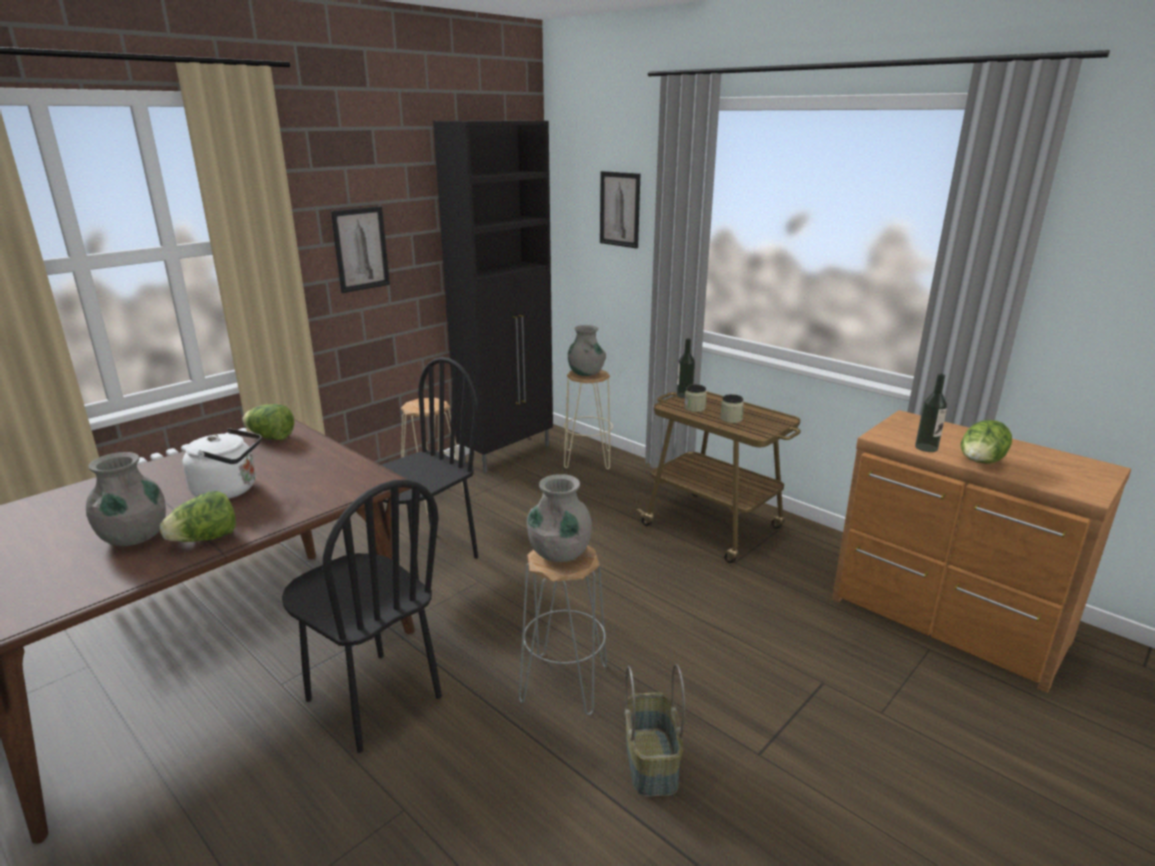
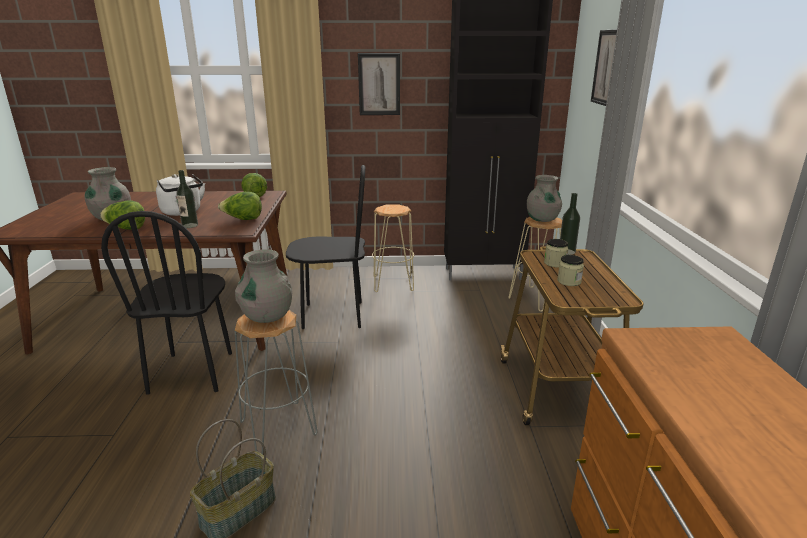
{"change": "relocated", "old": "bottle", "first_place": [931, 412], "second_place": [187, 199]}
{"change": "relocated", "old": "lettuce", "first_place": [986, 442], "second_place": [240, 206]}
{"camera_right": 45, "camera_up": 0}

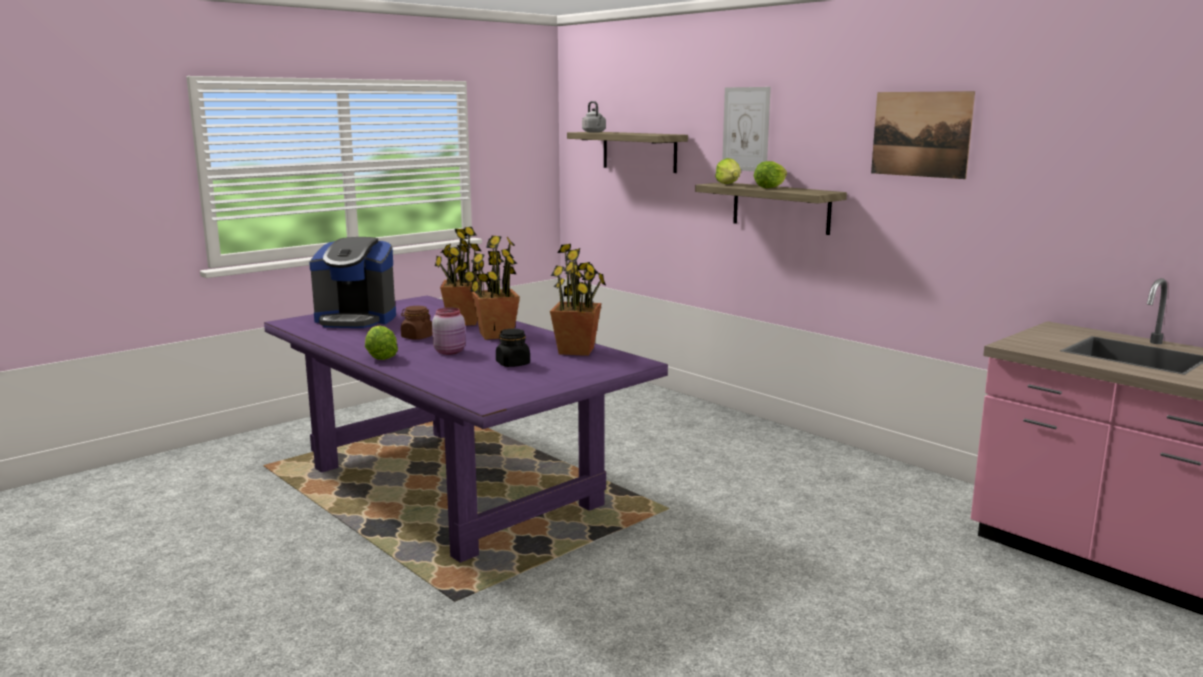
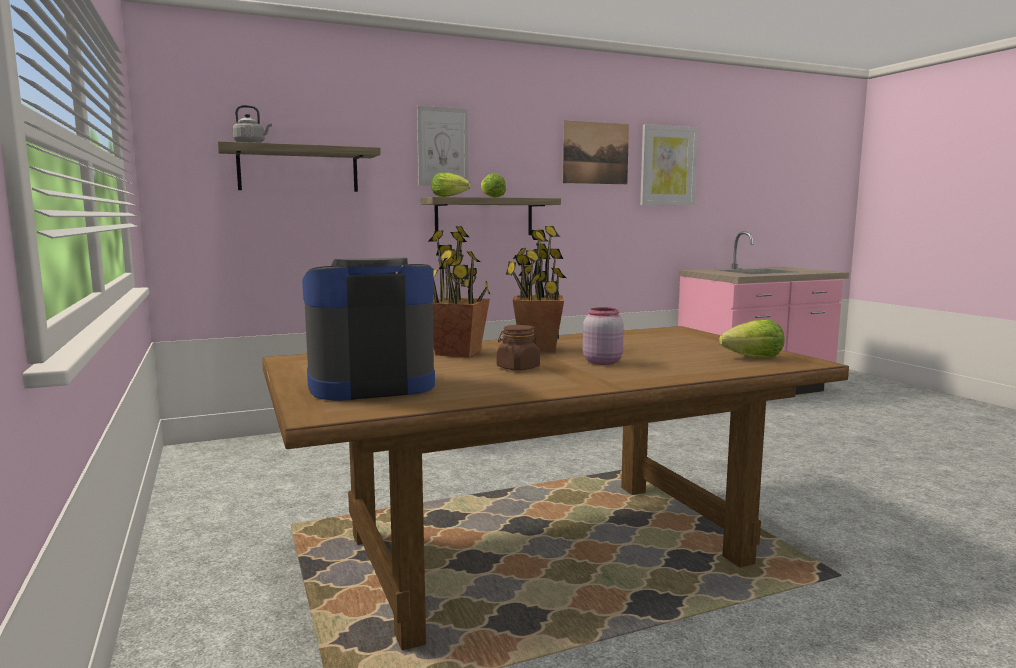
{"change": "spun", "old": "coffee machine", "first_place": [352, 282], "second_place": [368, 329], "degrees": -135}
{"change": "missing", "old": "potted plant", "first_place": [578, 300]}
{"change": "colour", "old": "dining table in purple", "new": "dining table in brown", "first_place": [466, 429], "second_place": [555, 488]}
{"change": "relocated", "old": "lettuce", "first_place": [381, 342], "second_place": [751, 339]}
{"change": "missing", "old": "jar in black", "first_place": [513, 348]}
{"change": "appeared", "new": "picture", "second_place": [669, 165]}
{"camera_right": -70, "camera_up": -5}

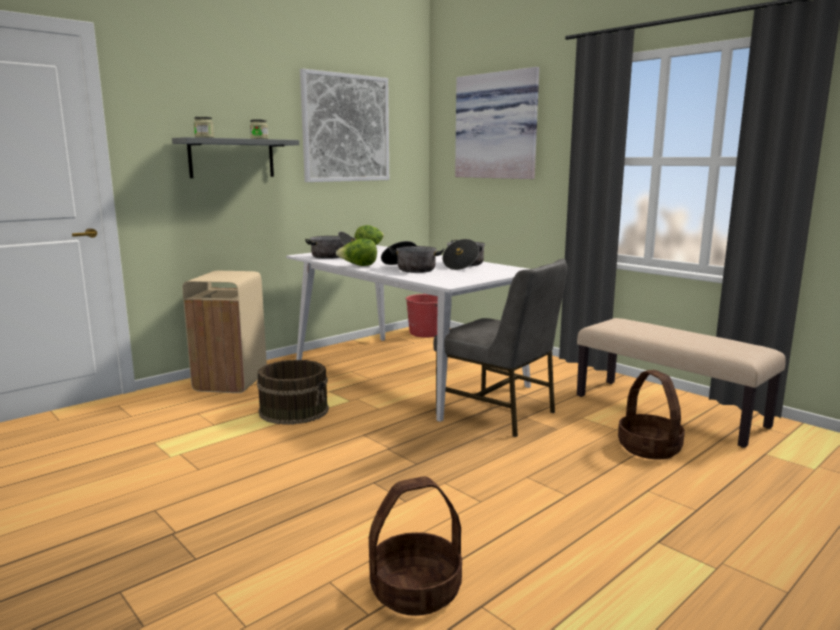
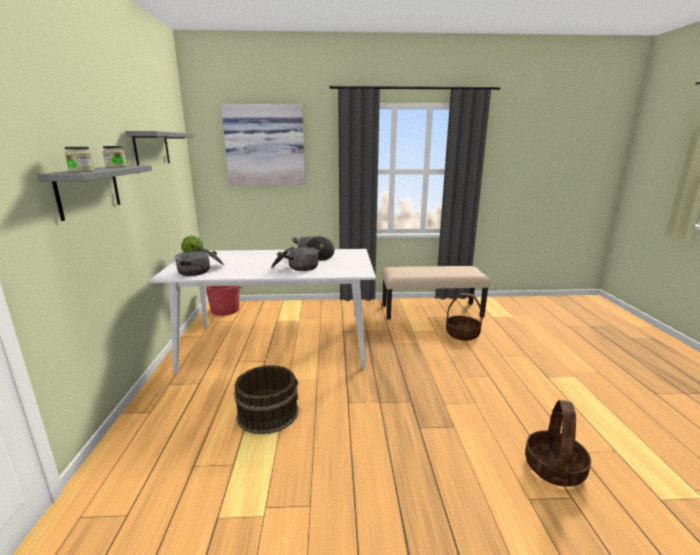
{"change": "exchanged", "old": "picture", "new": "shelf in grey", "first_place": [344, 125], "second_place": [159, 148]}
{"change": "missing", "old": "lettuce", "first_place": [356, 252]}
{"change": "missing", "old": "chair in grey", "first_place": [500, 348]}
{"change": "missing", "old": "trash can in beige", "first_place": [224, 332]}
{"camera_right": -50, "camera_up": 5}

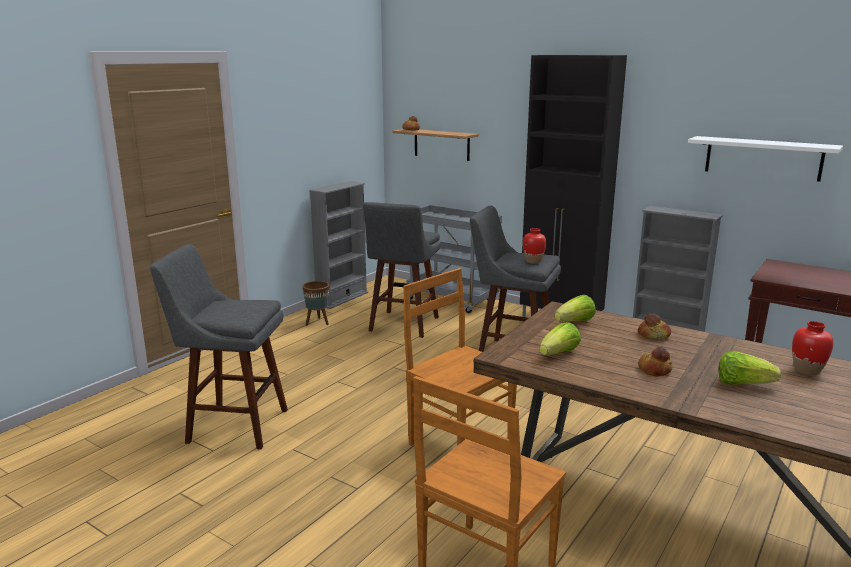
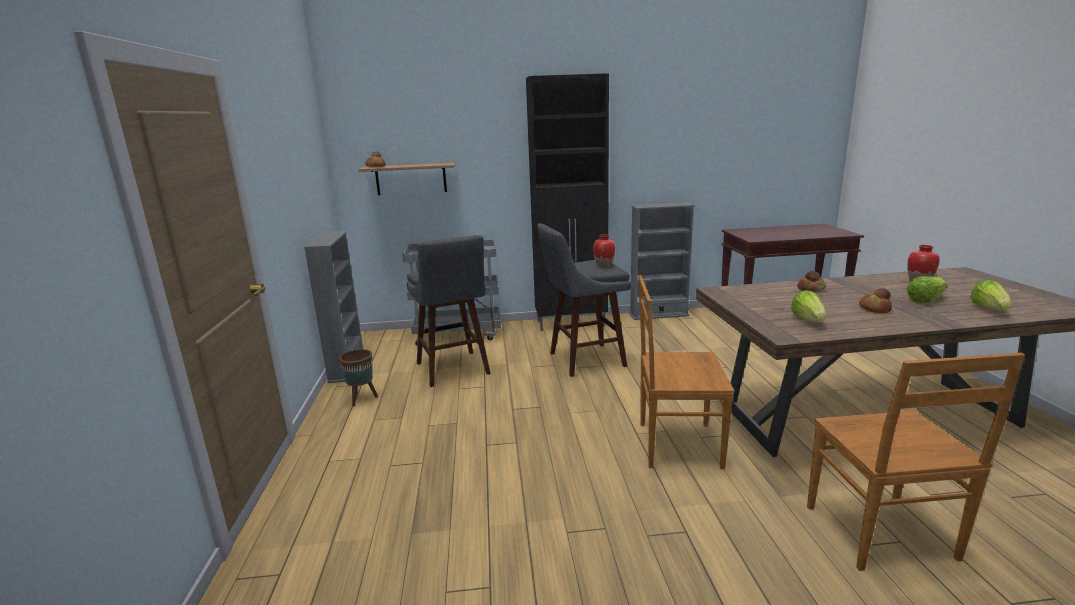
{"change": "missing", "old": "shelf in white", "first_place": [765, 159]}
{"change": "missing", "old": "stool in grey", "first_place": [219, 347]}
{"change": "relocated", "old": "lettuce", "first_place": [575, 308], "second_place": [990, 295]}
{"camera_right": -40, "camera_up": 0}

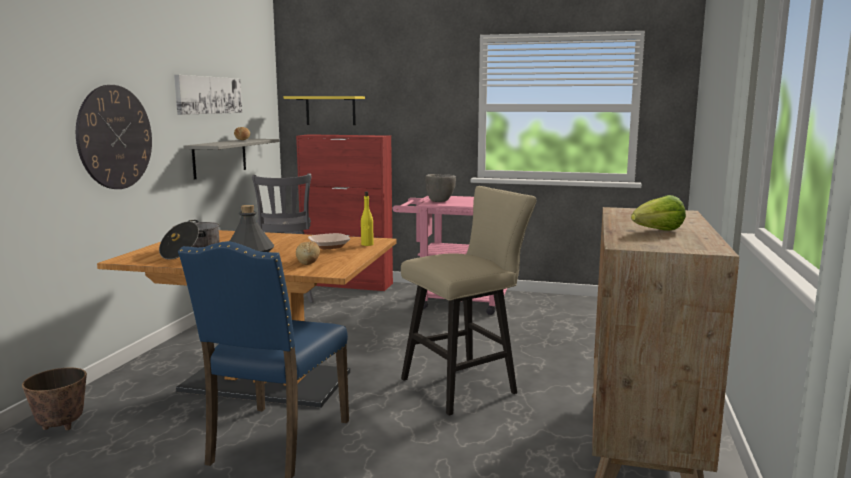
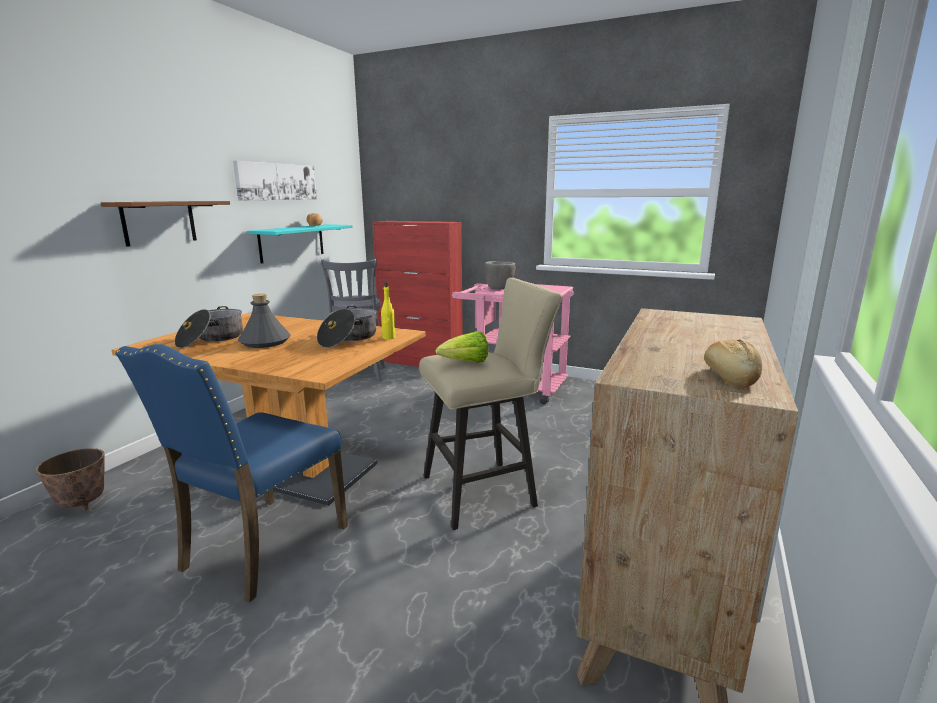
{"change": "exchanged", "old": "wall clock", "new": "shelf in brown", "first_place": [114, 137], "second_place": [165, 224]}
{"change": "missing", "old": "shelf in yellow", "first_place": [324, 110]}
{"change": "colour", "old": "shelf in grey", "new": "shelf in turquoise", "first_place": [231, 159], "second_place": [300, 244]}
{"change": "relocated", "old": "lettuce", "first_place": [658, 213], "second_place": [461, 347]}
{"change": "exchanged", "old": "bowl", "new": "cooking pot", "first_place": [329, 241], "second_place": [347, 327]}
{"change": "relocated", "old": "bread", "first_place": [308, 253], "second_place": [733, 363]}
{"camera_right": 10, "camera_up": 5}

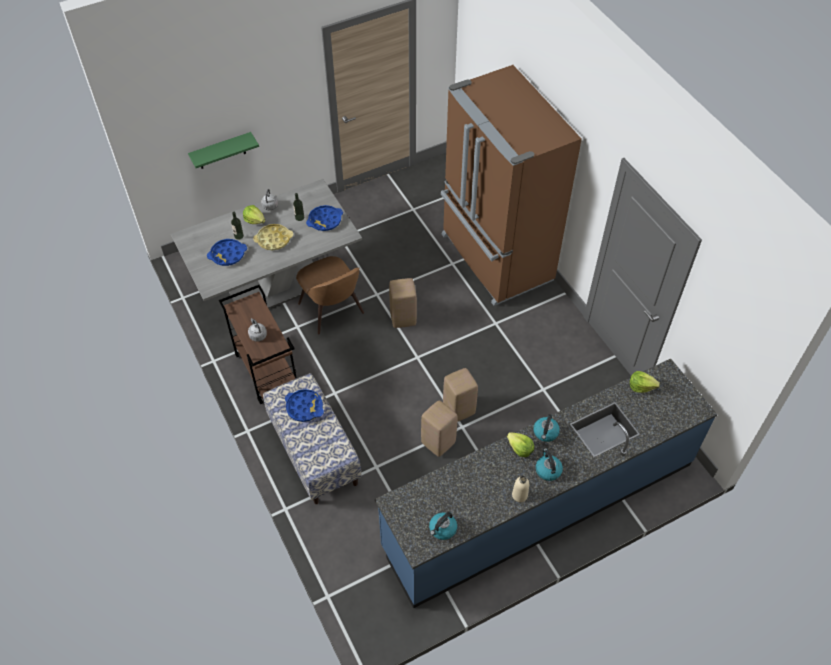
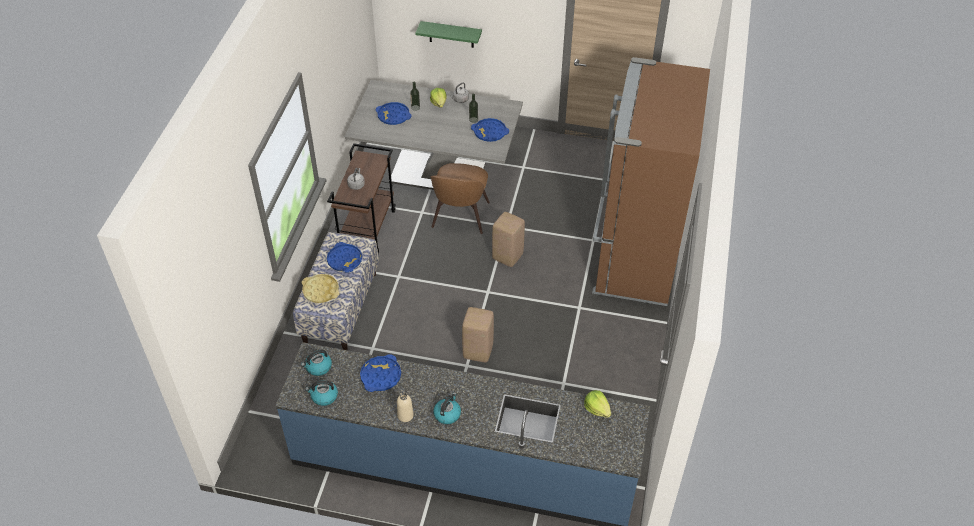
{"change": "relocated", "old": "tray in yellow", "first_place": [273, 237], "second_place": [320, 288]}
{"change": "missing", "old": "stool in beige", "first_place": [439, 428]}
{"change": "relocated", "old": "kettle", "first_place": [546, 428], "second_place": [316, 363]}
{"change": "missing", "old": "lettuce", "first_place": [520, 444]}
{"change": "appeared", "new": "tray in blue", "second_place": [380, 373]}
{"camera_right": 40, "camera_up": -5}

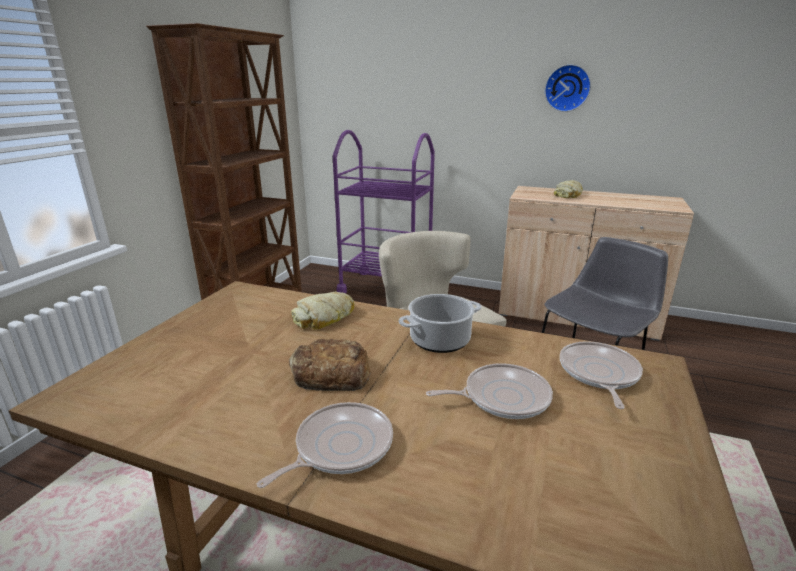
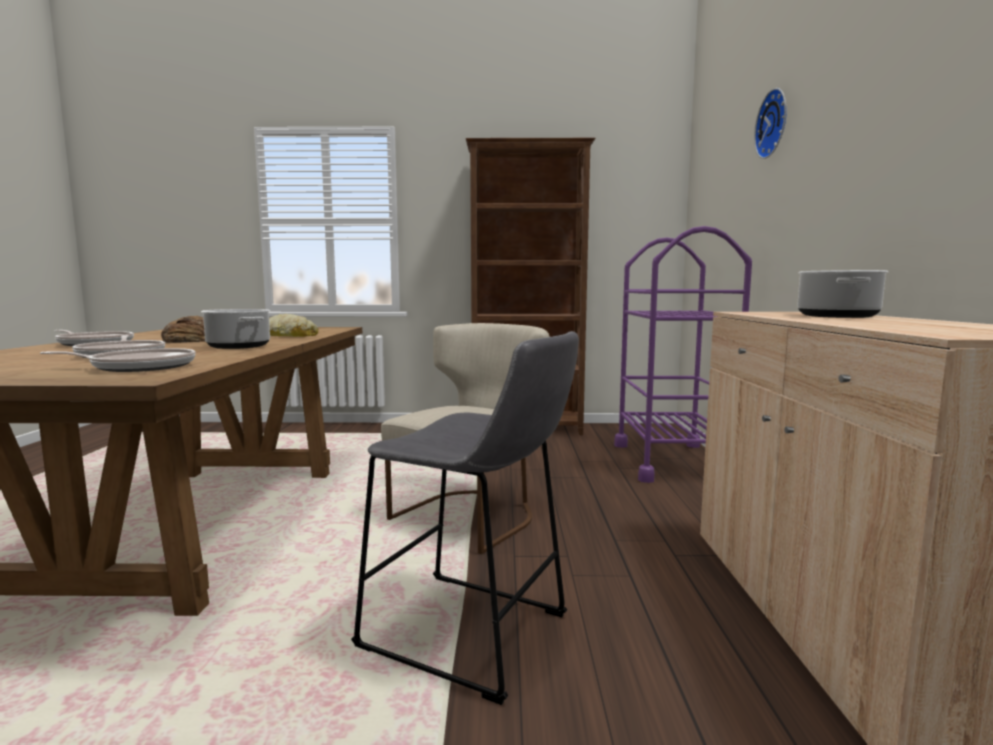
{"change": "relocated", "old": "wall clock", "first_place": [567, 88], "second_place": [770, 123]}
{"change": "exchanged", "old": "bread", "new": "cooking pot", "first_place": [568, 189], "second_place": [842, 294]}
{"camera_right": 70, "camera_up": -15}

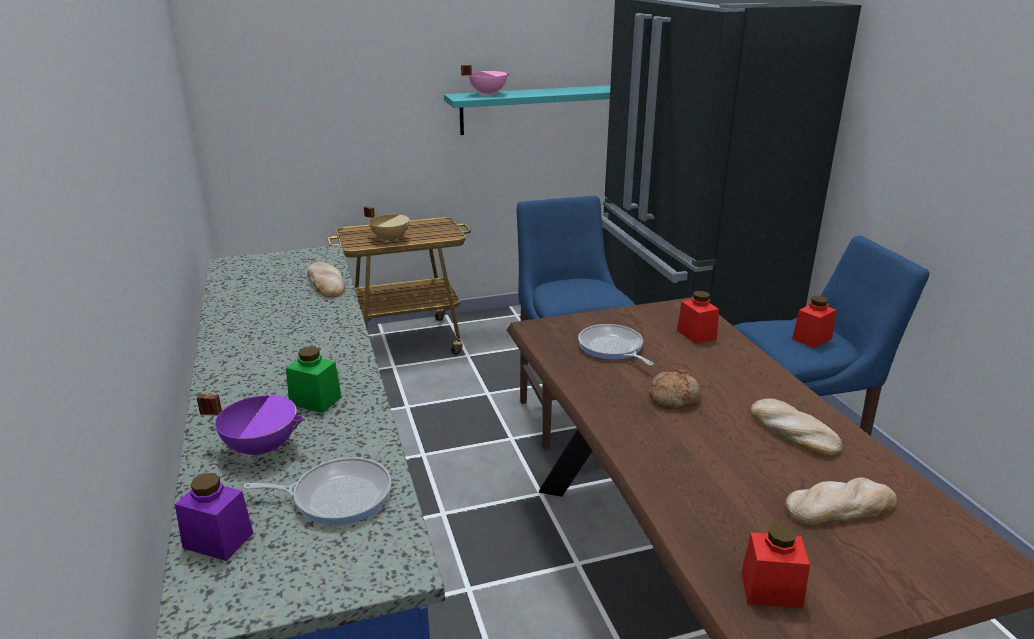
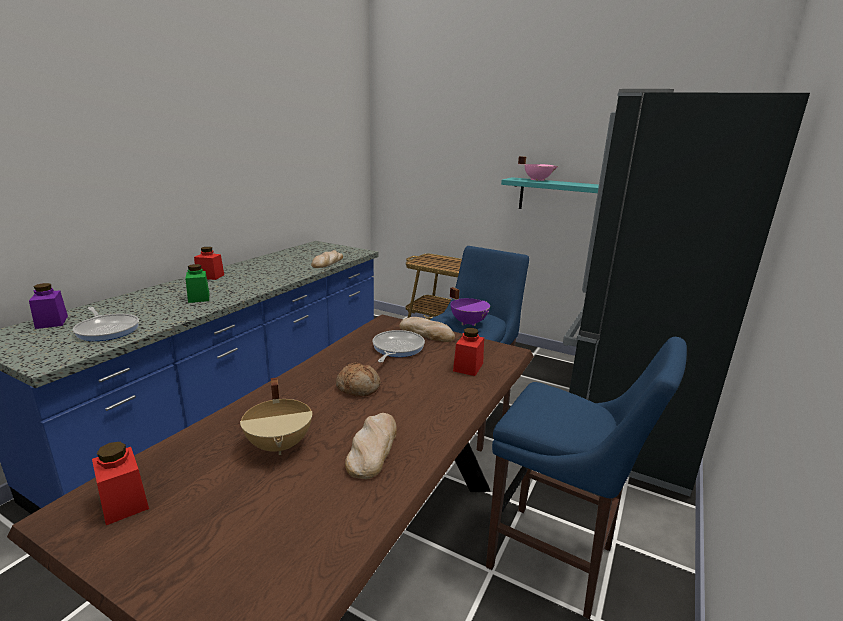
{"change": "relocated", "old": "cooking pot in beige", "first_place": [387, 224], "second_place": [276, 416]}
{"change": "relocated", "old": "jar in red", "first_place": [814, 322], "second_place": [209, 263]}
{"change": "relocated", "old": "cooking pot in purple", "first_place": [251, 426], "second_place": [470, 306]}
{"change": "relocated", "old": "bread", "first_place": [841, 501], "second_place": [427, 329]}
{"camera_right": 45, "camera_up": -5}

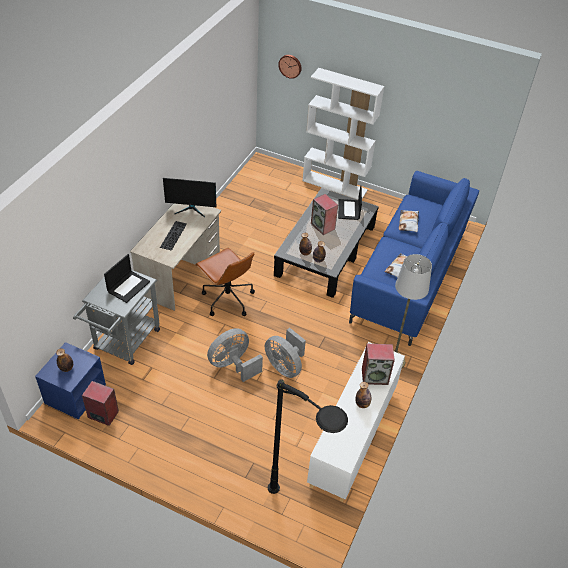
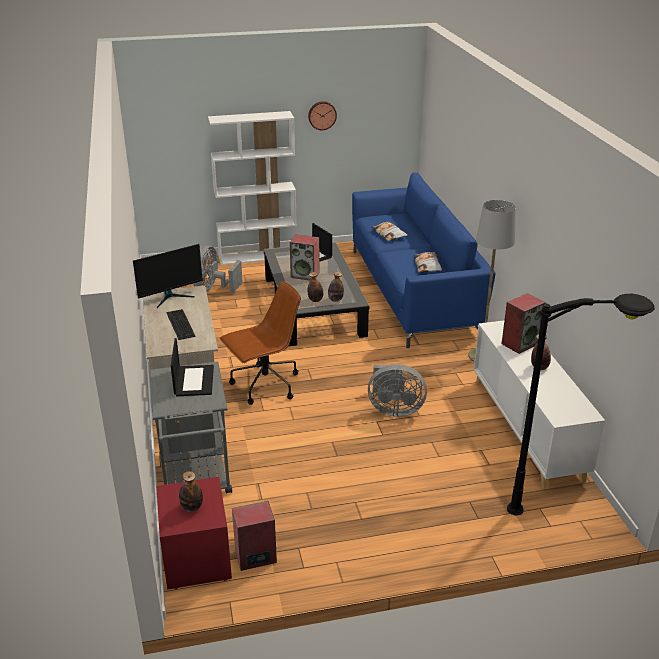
{"change": "relocated", "old": "wall clock", "first_place": [290, 67], "second_place": [322, 115]}
{"change": "spun", "old": "office chair in brown", "first_place": [225, 282], "second_place": [260, 343], "degrees": -45}
{"change": "relocated", "old": "fan in grey", "first_place": [235, 355], "second_place": [217, 269]}
{"change": "colour", "old": "nightstand in blue", "new": "nightstand in red", "first_place": [70, 381], "second_place": [194, 533]}
{"camera_right": -35, "camera_up": -15}

